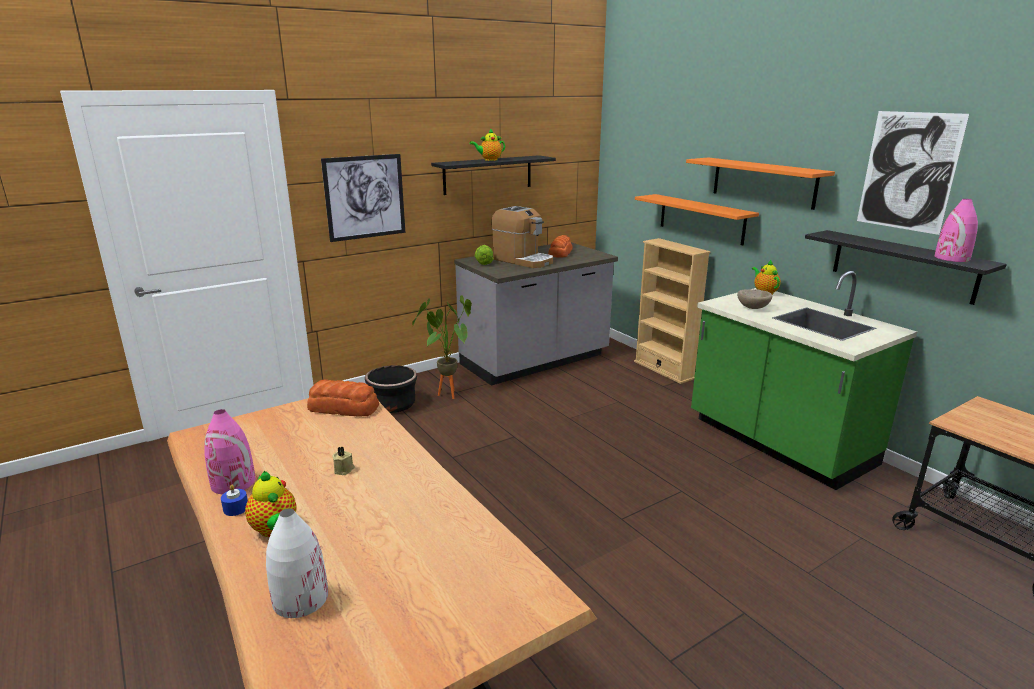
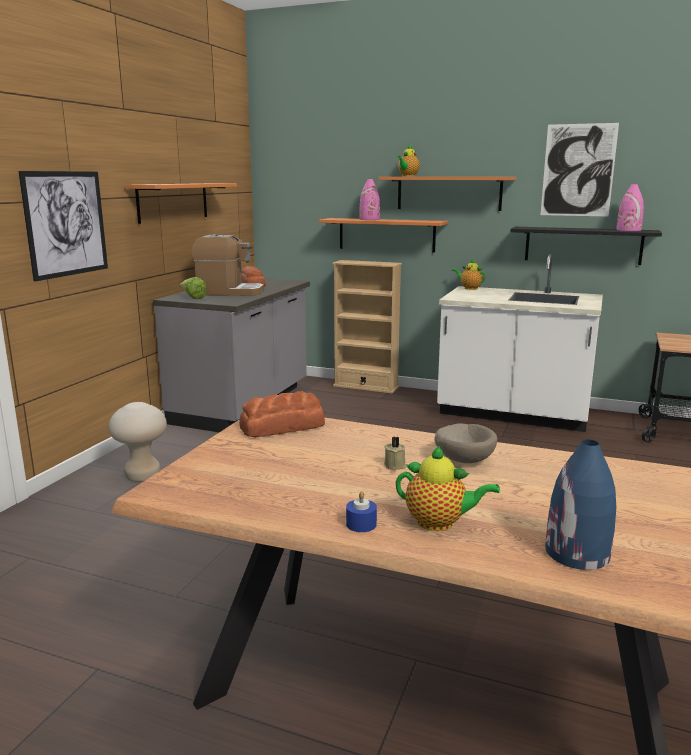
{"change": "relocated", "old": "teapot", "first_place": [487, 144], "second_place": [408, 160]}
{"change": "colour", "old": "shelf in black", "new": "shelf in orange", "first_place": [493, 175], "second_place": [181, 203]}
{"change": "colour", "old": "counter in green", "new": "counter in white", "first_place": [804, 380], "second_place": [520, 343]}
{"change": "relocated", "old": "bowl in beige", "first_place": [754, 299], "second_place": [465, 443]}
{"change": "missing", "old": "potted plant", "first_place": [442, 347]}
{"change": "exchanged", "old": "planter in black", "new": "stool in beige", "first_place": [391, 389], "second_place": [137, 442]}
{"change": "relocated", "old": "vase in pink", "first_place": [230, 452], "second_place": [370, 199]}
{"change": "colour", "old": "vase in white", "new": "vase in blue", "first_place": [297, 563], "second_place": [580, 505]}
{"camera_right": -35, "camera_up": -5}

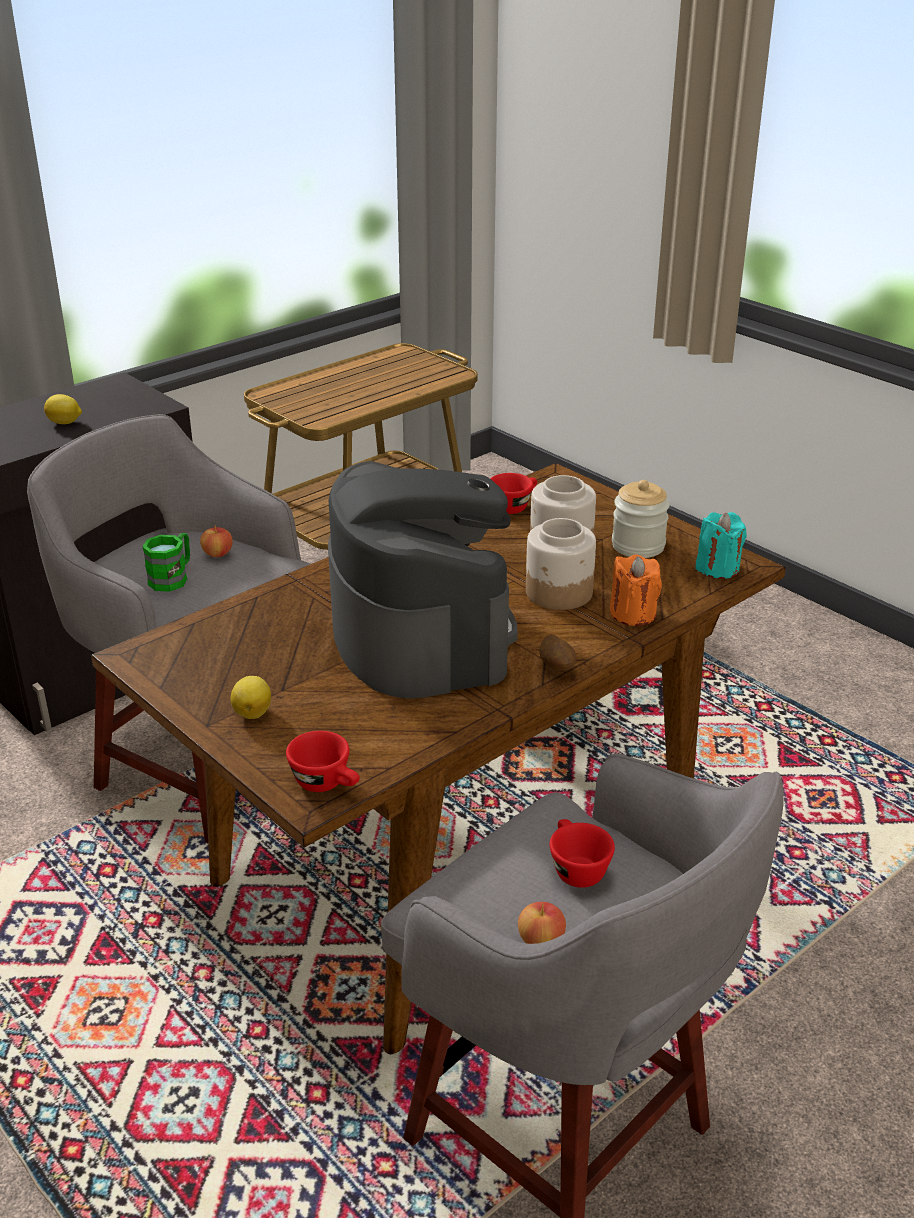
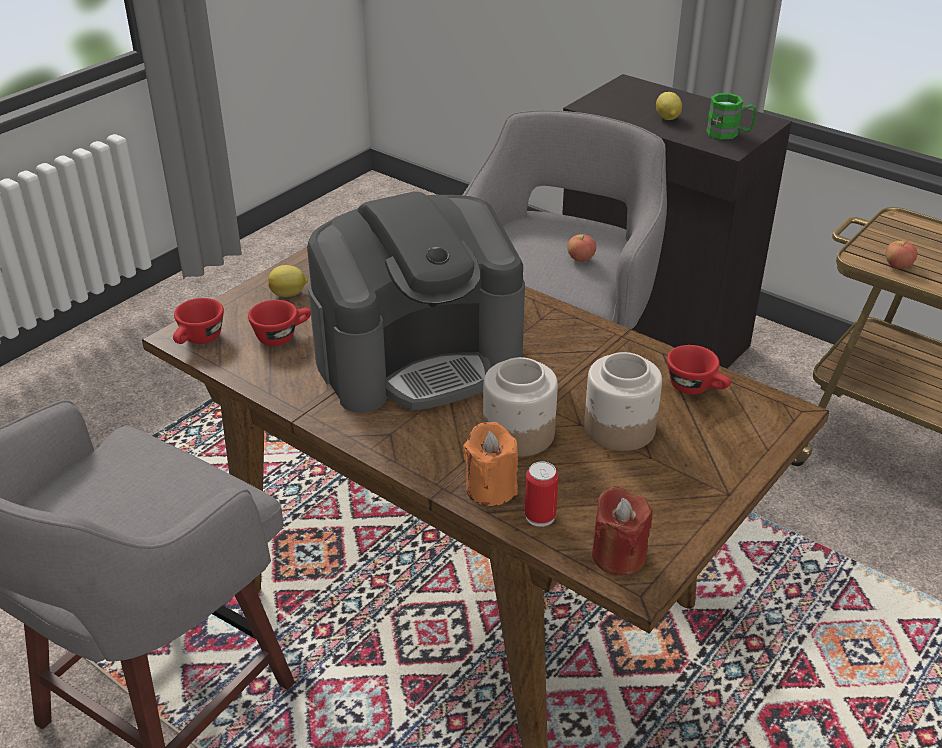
{"change": "missing", "old": "jar", "first_place": [641, 519]}
{"change": "colour", "old": "candle in turquoise", "new": "candle in red", "first_place": [721, 545], "second_place": [622, 531]}
{"change": "relocated", "old": "mug in green", "first_place": [166, 562], "second_place": [731, 116]}
{"change": "missing", "old": "potato", "first_place": [557, 652]}
{"change": "relocated", "old": "cup in red", "first_place": [582, 853], "second_place": [279, 323]}
{"change": "relocated", "old": "apple", "first_place": [542, 923], "second_place": [901, 254]}
{"change": "appeared", "new": "can", "second_place": [541, 494]}
{"camera_right": 80, "camera_up": 5}

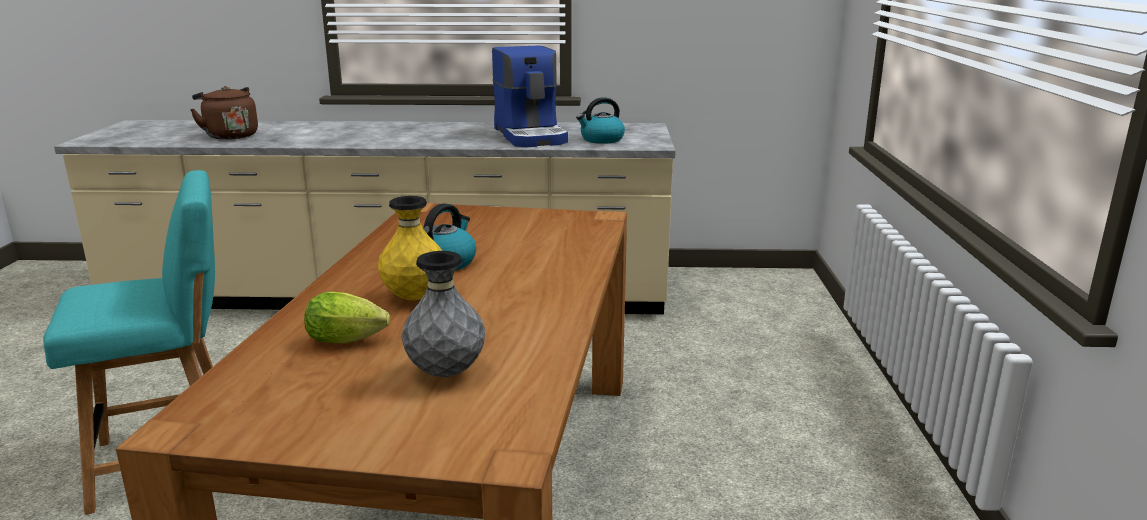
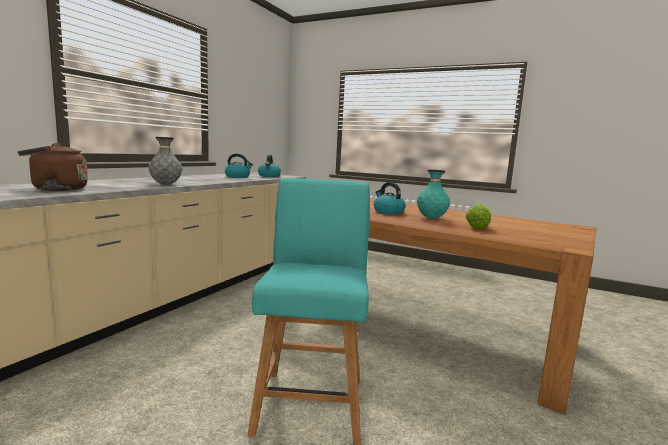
{"change": "exchanged", "old": "coffee machine", "new": "kettle", "first_place": [530, 96], "second_place": [239, 166]}
{"change": "colour", "old": "vase in yellow", "new": "vase in turquoise", "first_place": [410, 248], "second_place": [433, 194]}
{"change": "relocated", "old": "vase in grey", "first_place": [443, 314], "second_place": [165, 161]}
{"camera_right": -65, "camera_up": -10}

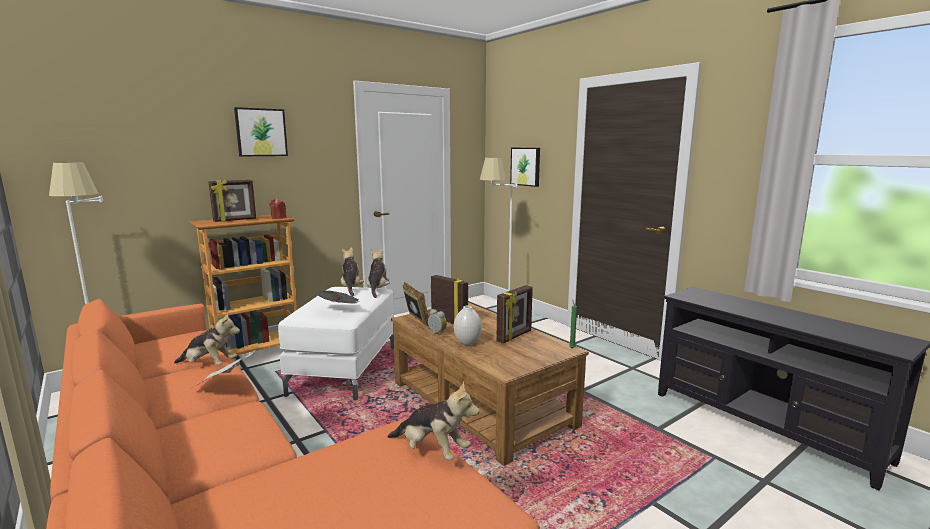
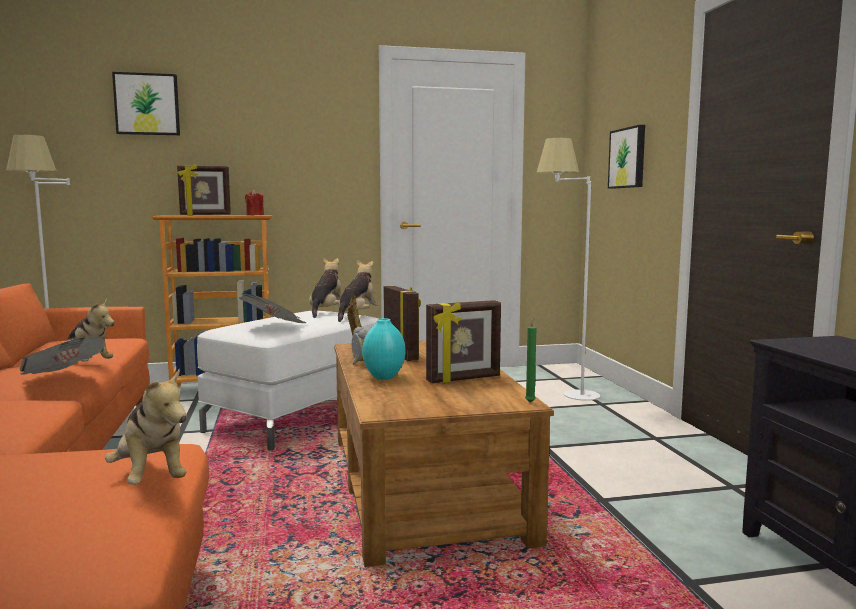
{"change": "relocated", "old": "picture", "first_place": [261, 131], "second_place": [146, 103]}
{"change": "colour", "old": "vase in white", "new": "vase in turquoise", "first_place": [468, 325], "second_place": [384, 349]}
{"camera_right": 25, "camera_up": -5}

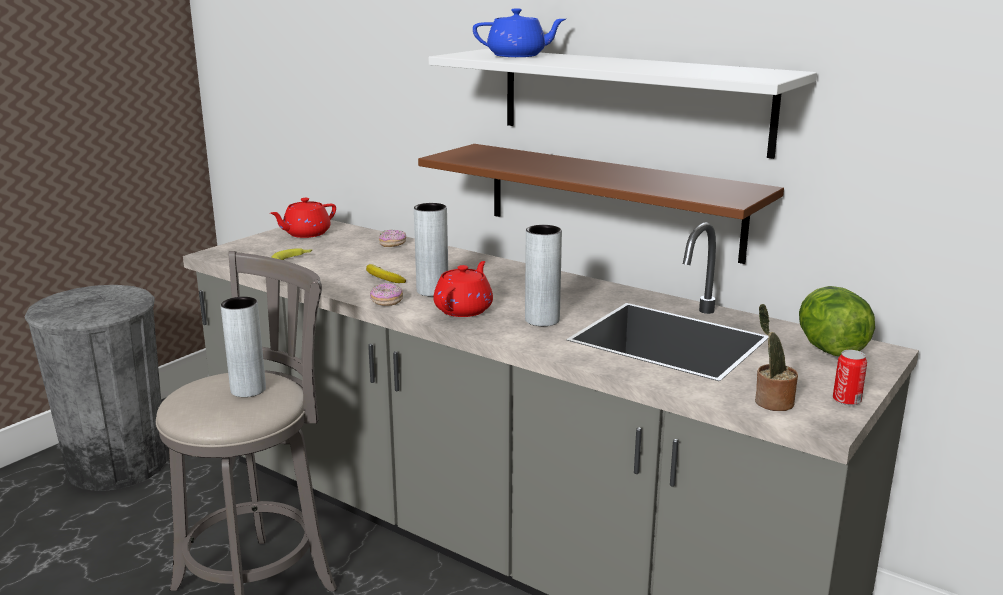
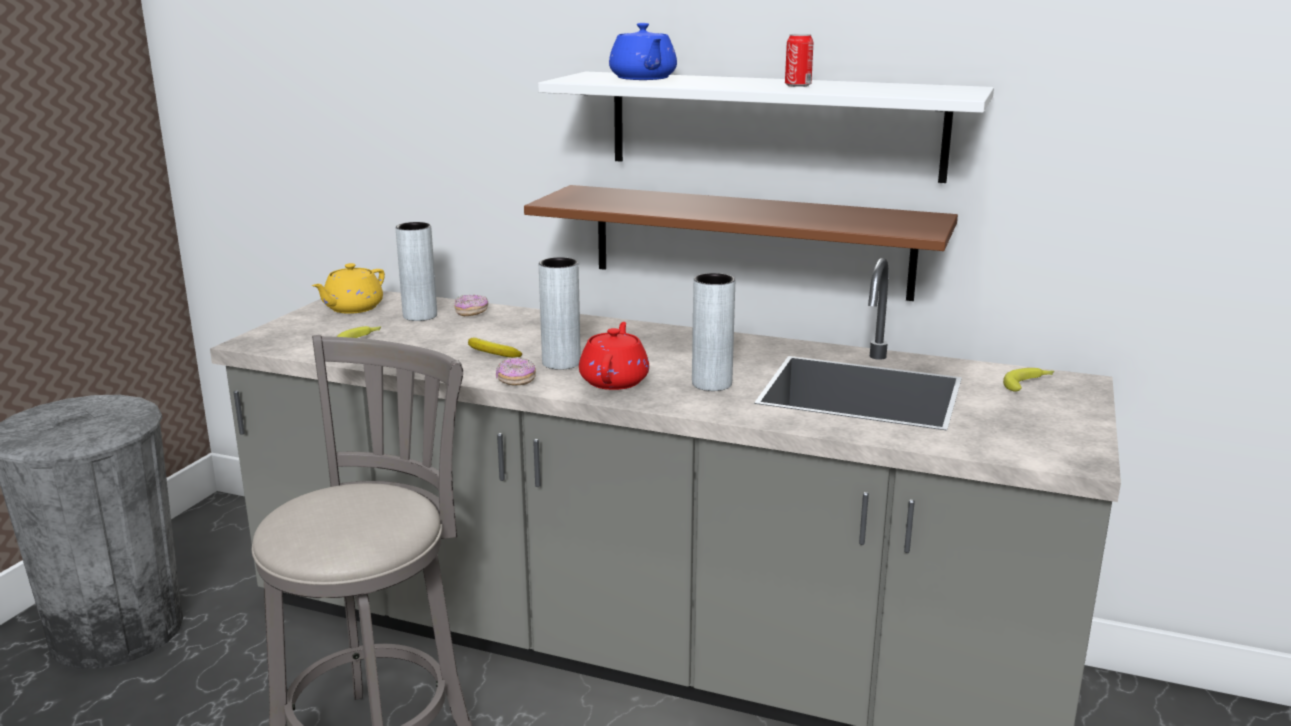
{"change": "spun", "old": "teapot in blue", "first_place": [519, 32], "second_place": [643, 51], "degrees": 90}
{"change": "colour", "old": "teapot in red", "new": "teapot in yellow", "first_place": [303, 218], "second_place": [348, 288]}
{"change": "exchanged", "old": "lettuce", "new": "banana", "first_place": [837, 321], "second_place": [1028, 380]}
{"change": "relocated", "old": "vase in grey", "first_place": [243, 347], "second_place": [416, 271]}
{"change": "missing", "old": "potted plant", "first_place": [776, 357]}
{"change": "relocated", "old": "can", "first_place": [850, 378], "second_place": [799, 60]}
{"camera_right": -15, "camera_up": 0}

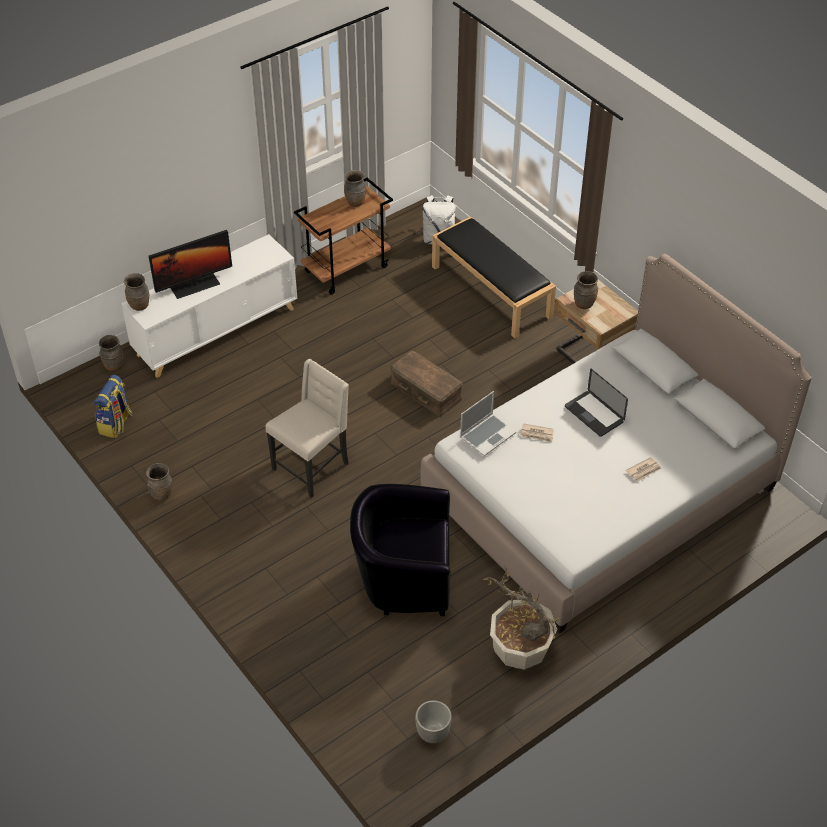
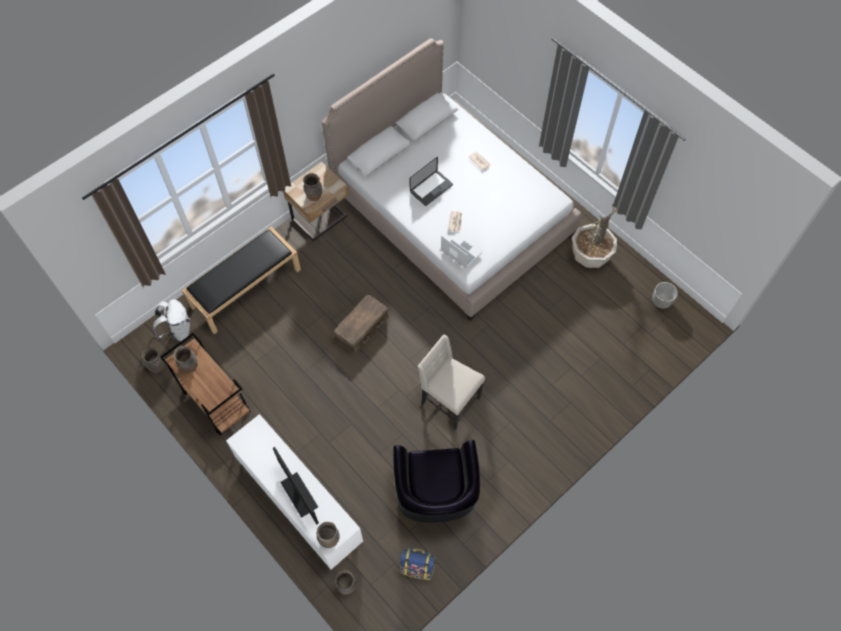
{"change": "relocated", "old": "vase in brown", "first_place": [159, 482], "second_place": [153, 360]}
{"change": "relocated", "old": "armchair in black", "first_place": [400, 550], "second_place": [436, 481]}
{"camera_right": -95, "camera_up": 15}

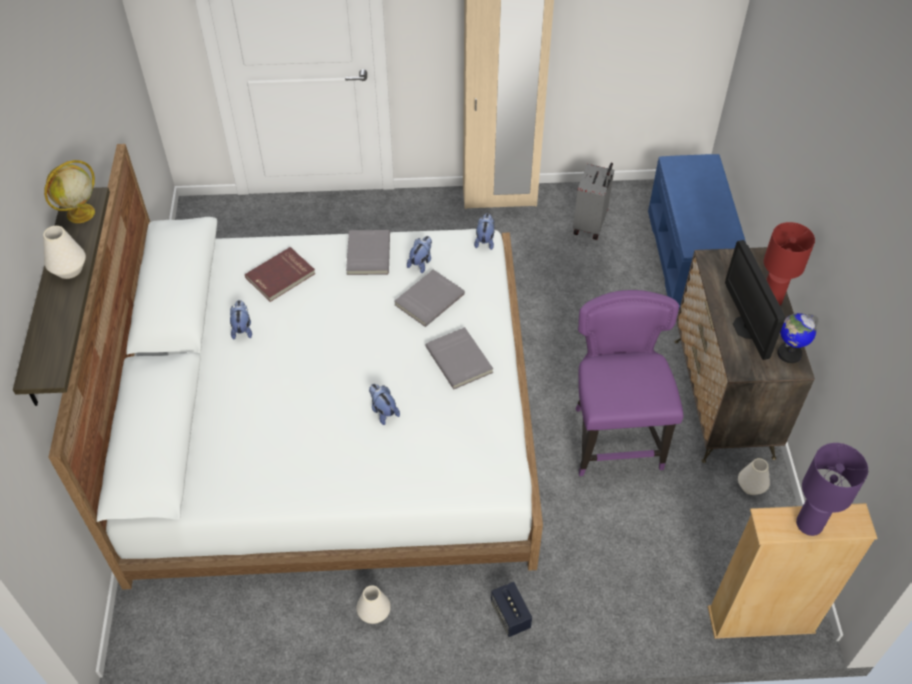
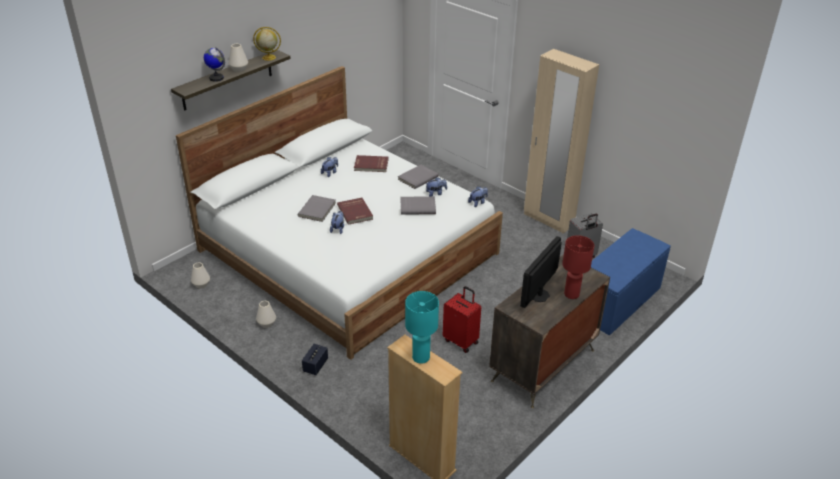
{"change": "exchanged", "old": "chair in purple", "new": "suitcase in red", "first_place": [629, 383], "second_place": [462, 319]}
{"change": "relocated", "old": "globe", "first_place": [797, 338], "second_place": [214, 65]}
{"change": "relocated", "old": "book in grey", "first_place": [459, 358], "second_place": [317, 208]}
{"change": "colour", "old": "table lamp in purple", "new": "table lamp in turquoise", "first_place": [832, 489], "second_place": [422, 327]}
{"change": "relocated", "old": "vase in white", "first_place": [754, 476], "second_place": [200, 275]}
{"change": "appeared", "new": "book in red", "second_place": [355, 211]}
{"camera_right": 45, "camera_up": -15}

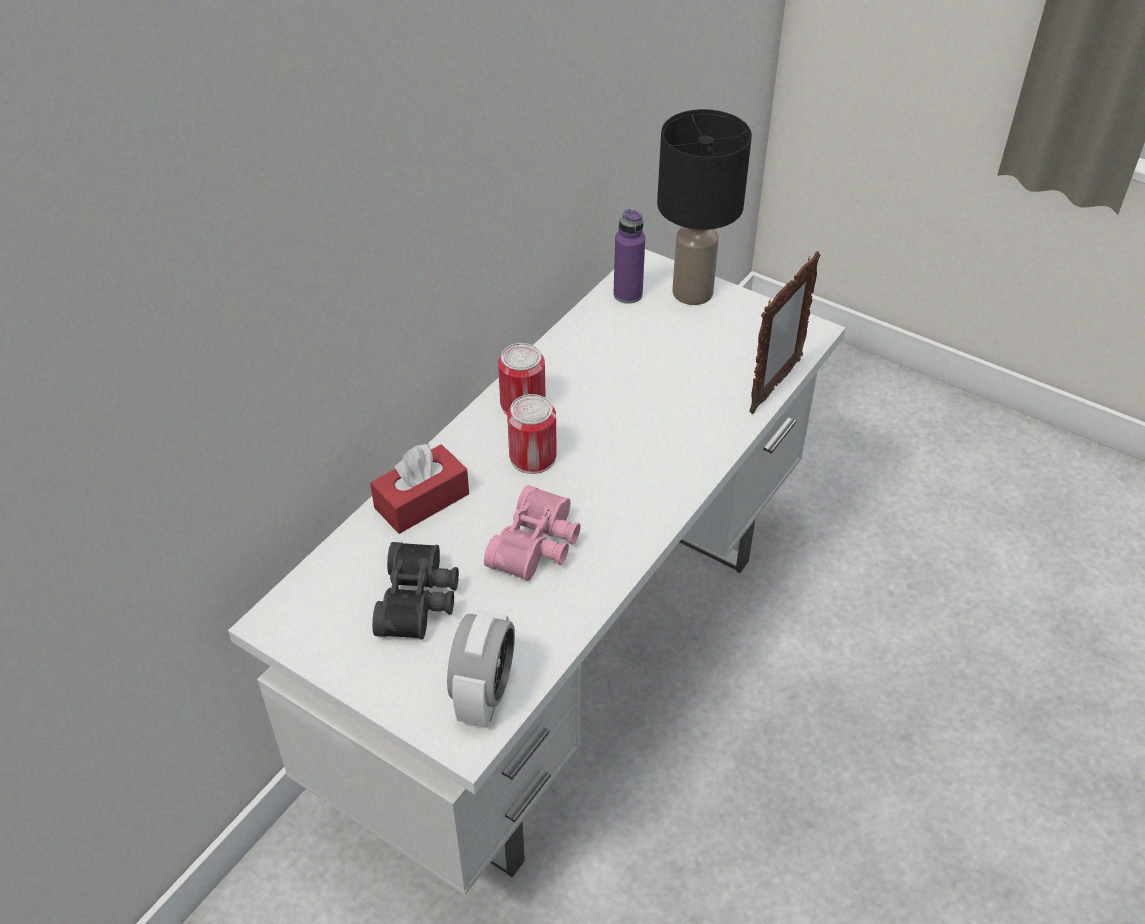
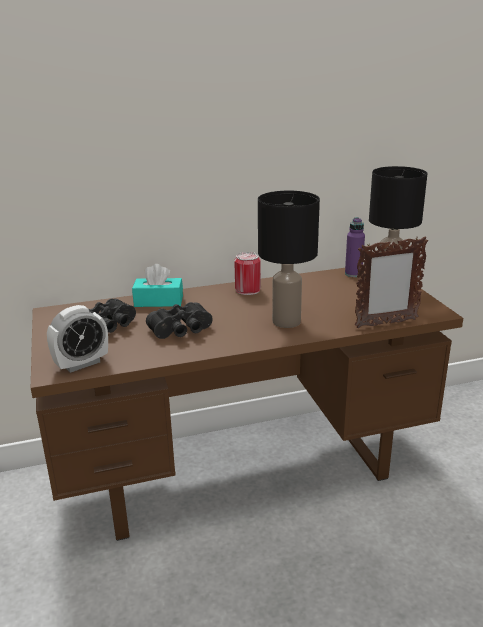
{"change": "colour", "old": "desk in white", "new": "desk in brown", "first_place": [537, 572], "second_place": [247, 404]}
{"change": "missing", "old": "can", "first_place": [532, 434]}
{"change": "colour", "old": "tissue box in red", "new": "tissue box in turquoise", "first_place": [419, 488], "second_place": [157, 285]}
{"change": "colour", "old": "binoculars in pink", "new": "binoculars in black", "first_place": [532, 533], "second_place": [179, 320]}
{"change": "appeared", "new": "table lamp in black", "second_place": [289, 259]}
{"camera_right": 40, "camera_up": -20}

